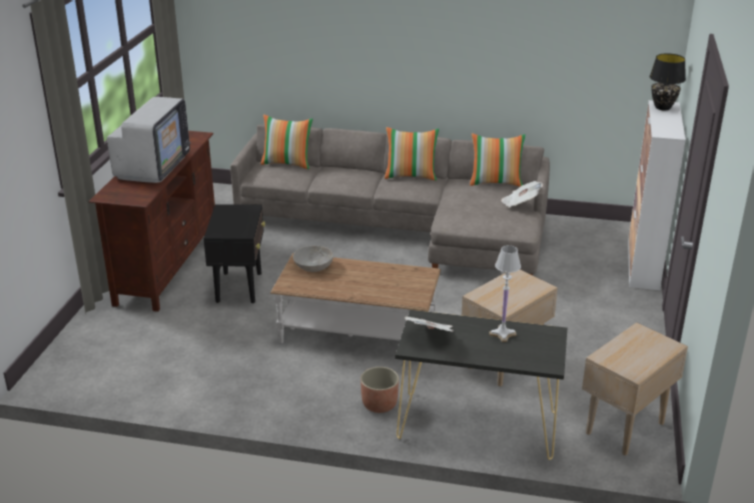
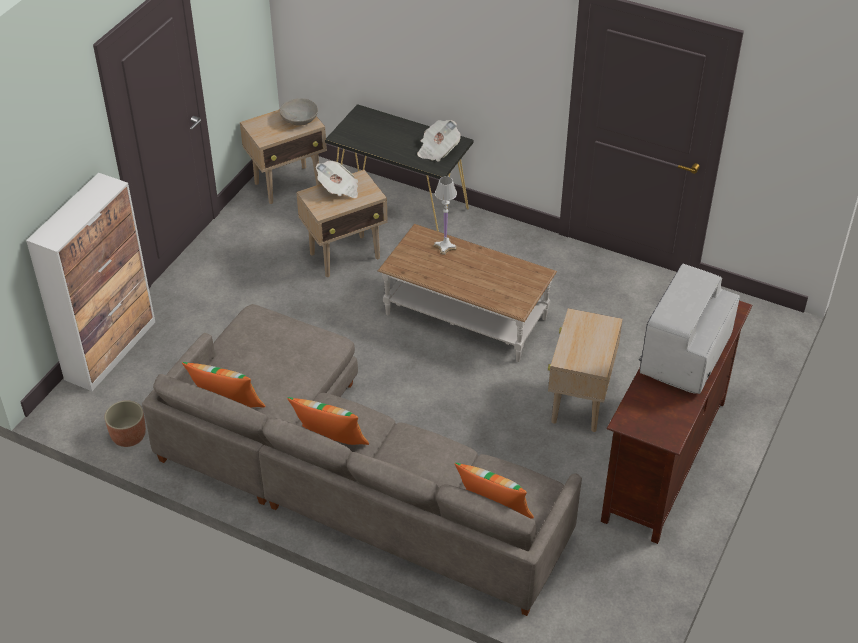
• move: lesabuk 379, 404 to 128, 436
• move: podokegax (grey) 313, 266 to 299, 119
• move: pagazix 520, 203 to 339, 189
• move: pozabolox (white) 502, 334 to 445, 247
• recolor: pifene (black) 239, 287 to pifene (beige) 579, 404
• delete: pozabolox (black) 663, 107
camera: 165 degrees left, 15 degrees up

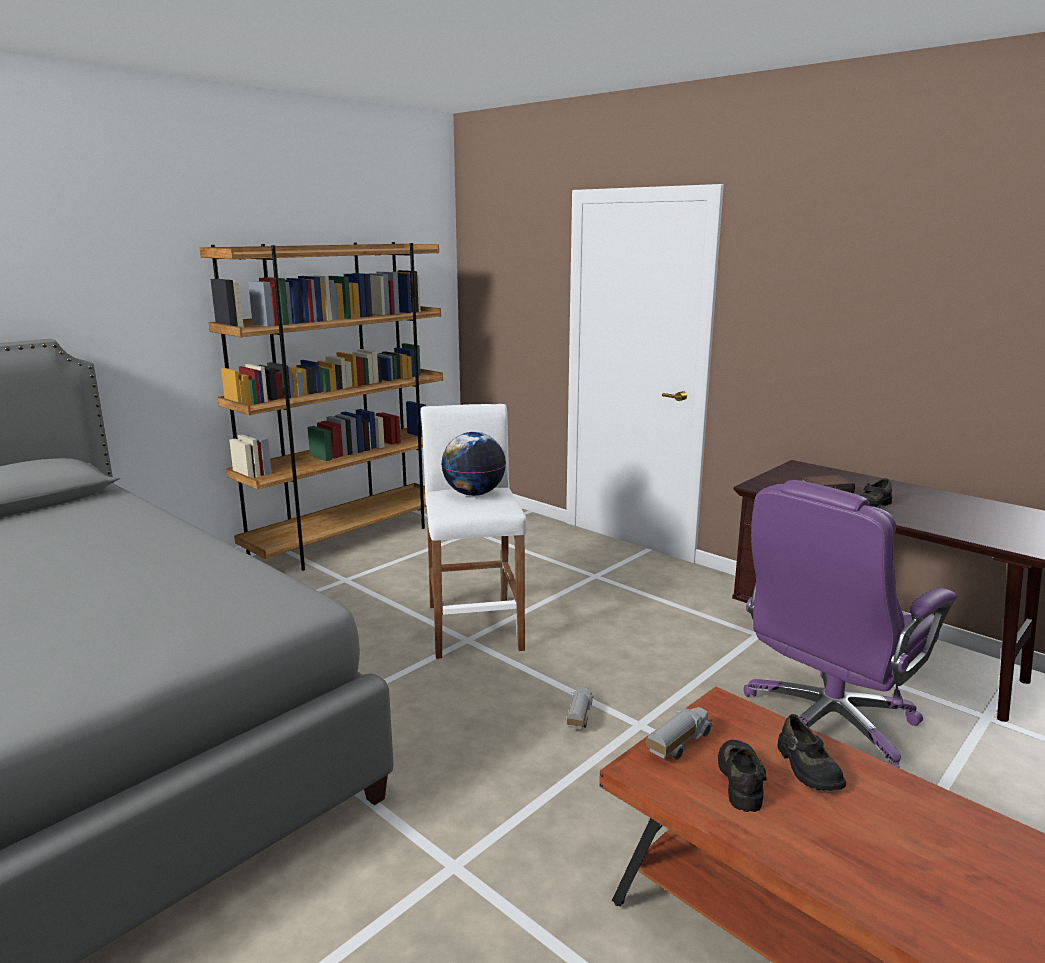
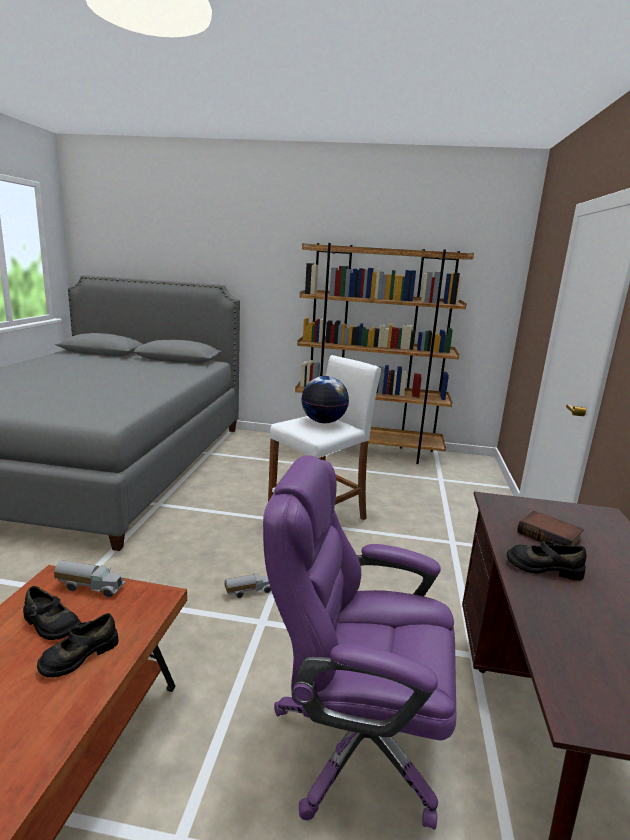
• rotate: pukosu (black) 742, 780 = 50, 624 60 degrees clockwise
camera: 55 degrees right, 0 degrees up

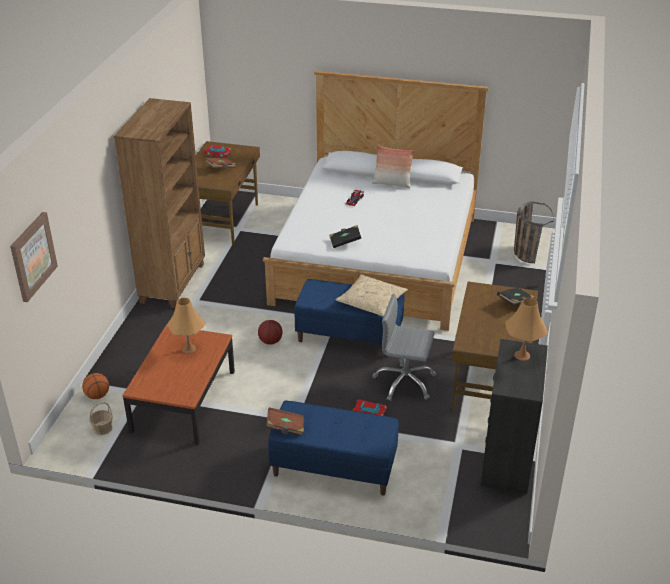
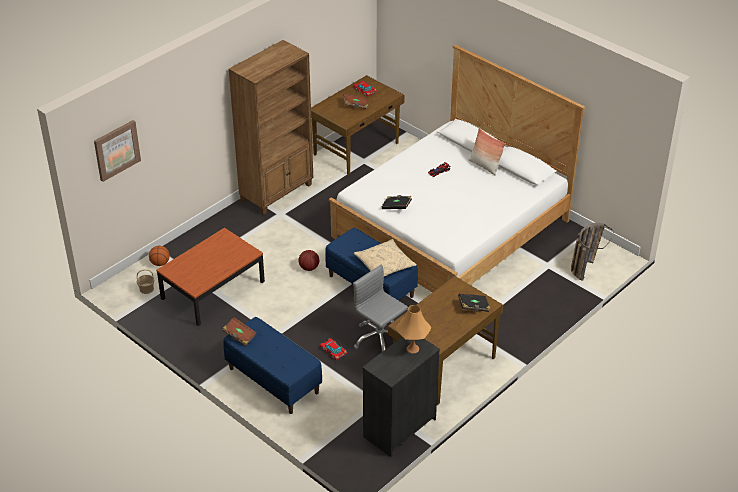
• delete: pozabolox (orange) 189, 348
camera: 30 degrees right, 5 degrees up

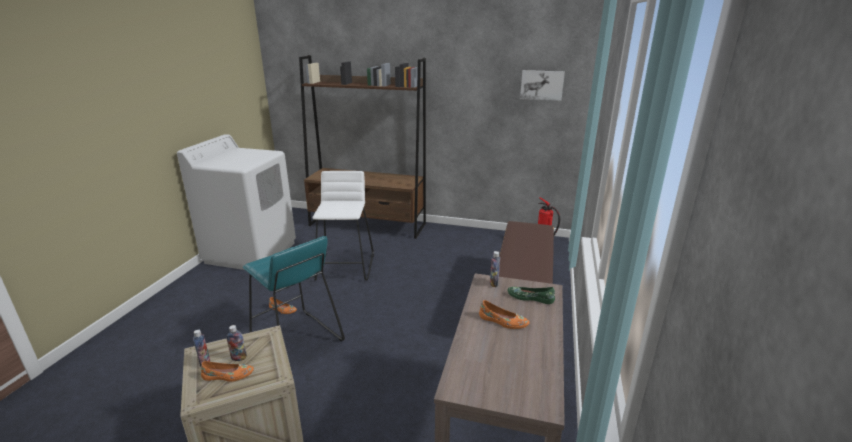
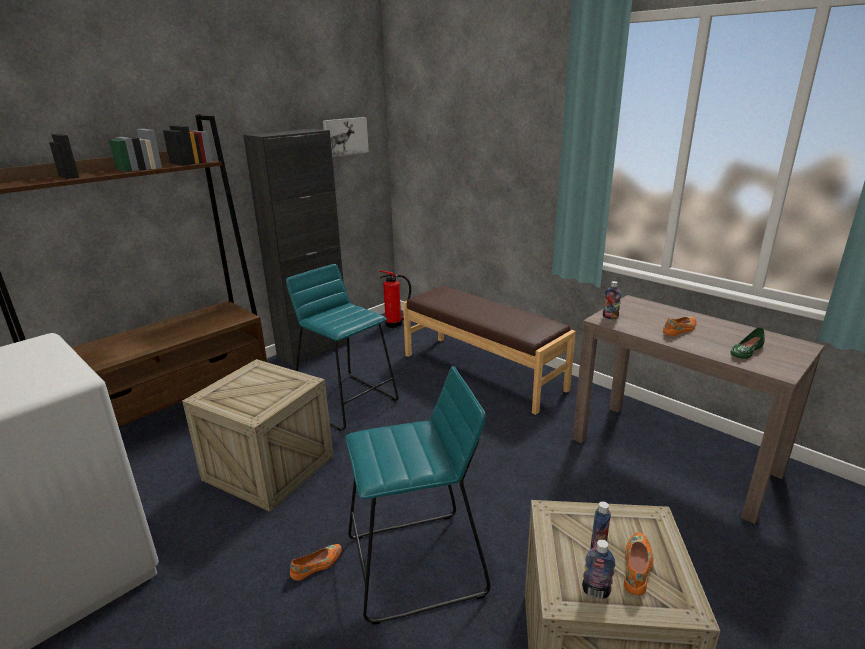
• replace: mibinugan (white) 346, 267 to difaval 269, 467
• insert: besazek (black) 313, 350
• insert: mibinugan (turquoise) 347, 401
• move: pukosu (green) 530, 297 to 745, 351
camera: 60 degrees left, 0 degrees up

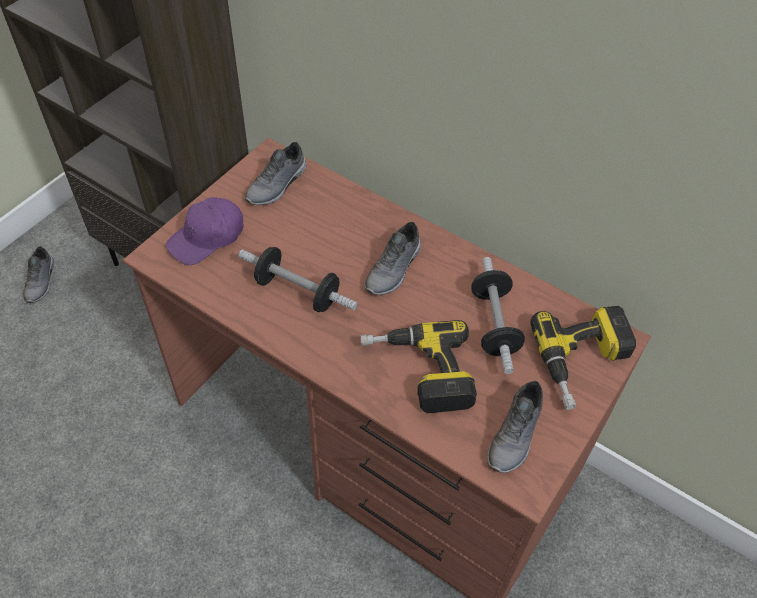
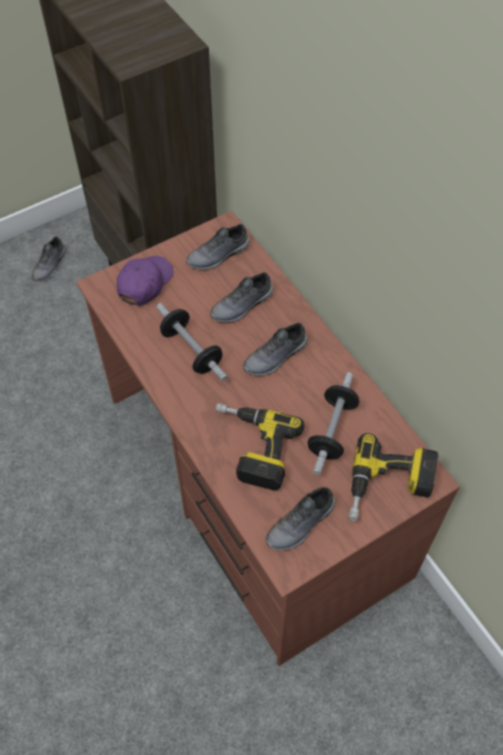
• rotate: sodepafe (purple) 207, 238 = 144, 283 135 degrees clockwise
• insert: pukosu (grey) 242, 306
camera: 25 degrees right, 5 degrees up

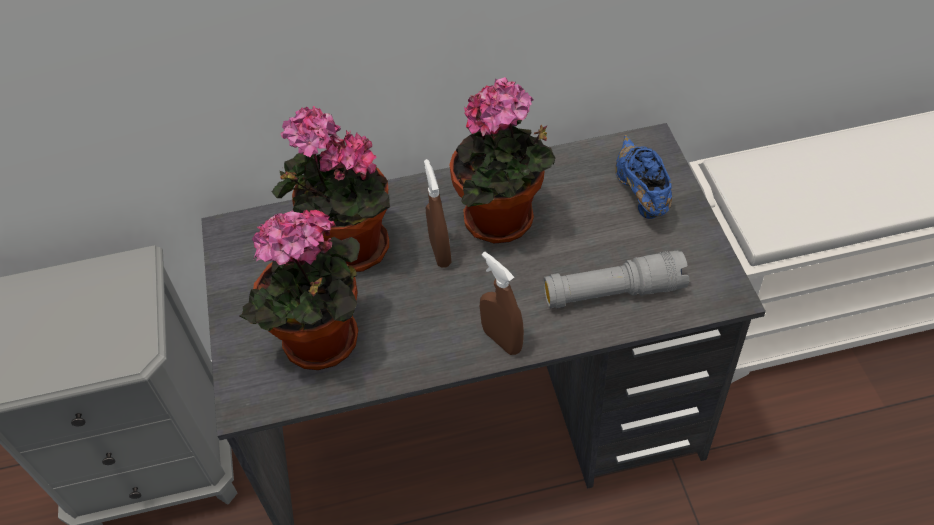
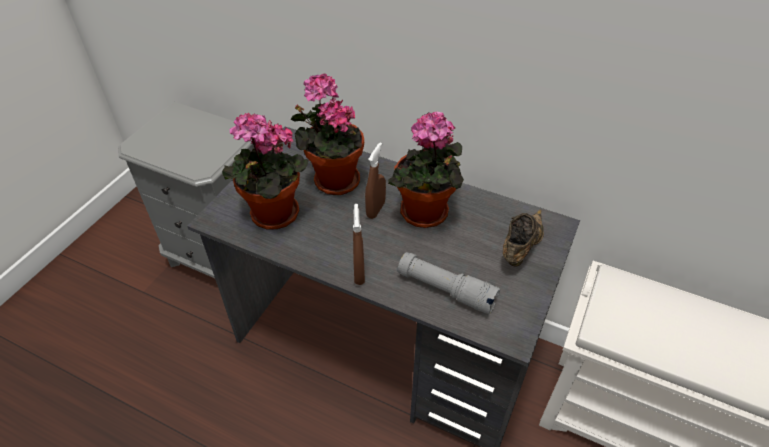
• recolor: pukosu (blue) 640, 194 to pukosu (brown) 520, 248
camera: 35 degrees right, 5 degrees down

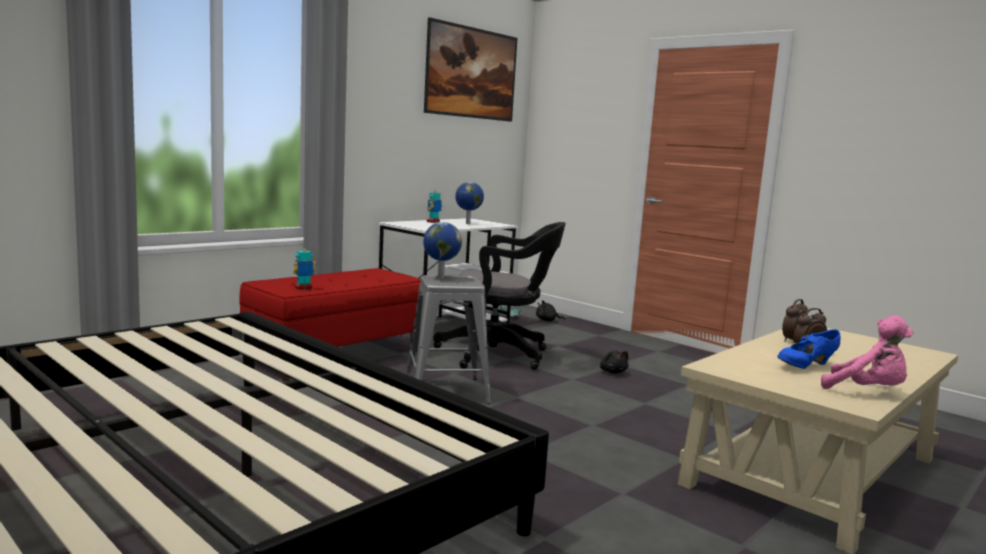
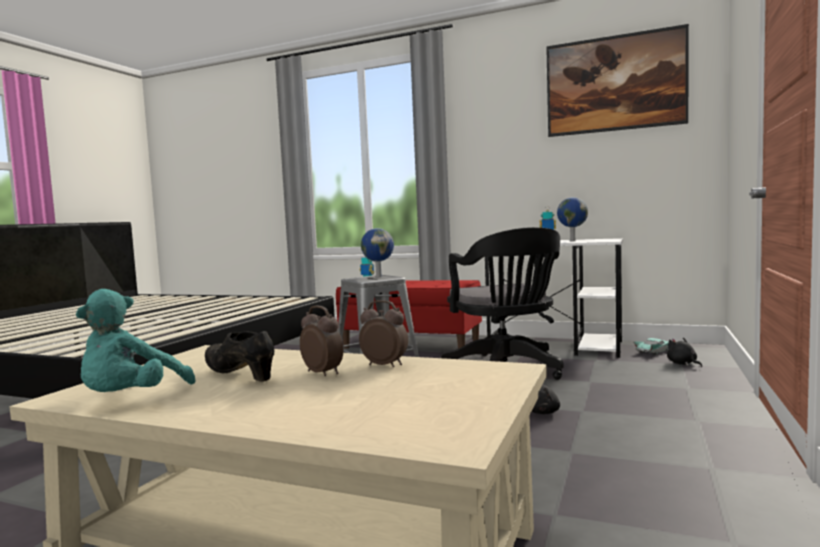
• recolor: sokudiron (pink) 867, 391 to sokudiron (turquoise) 132, 400
• recolor: pukosu (blue) 806, 366 to pukosu (black) 240, 375
camera: 70 degrees right, 5 degrees down

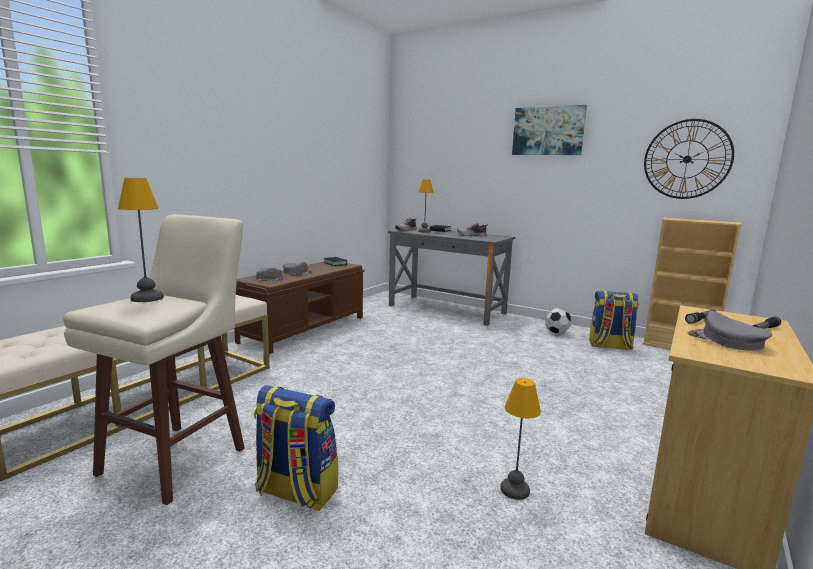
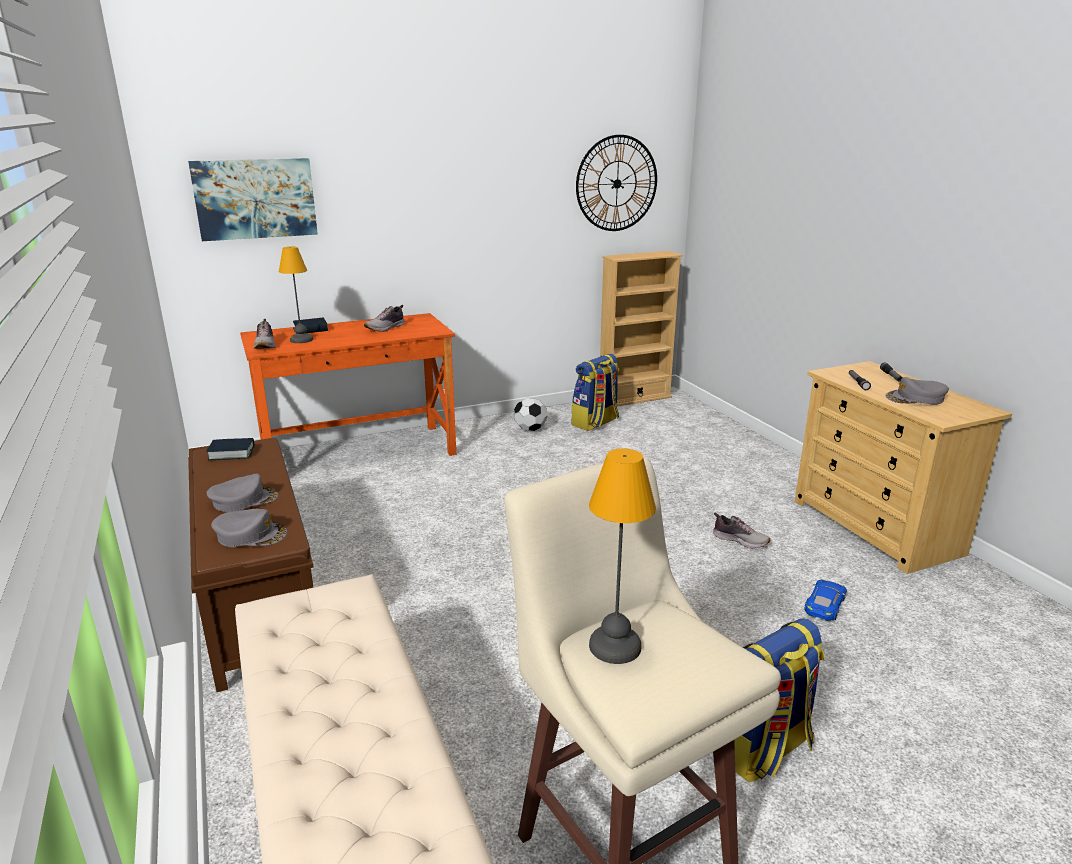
• move: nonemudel 548, 131 to 255, 199
• recolor: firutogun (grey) 446, 309 to firutogun (orange) 359, 454
• insert: pukosu 740, 540
• replace: pozabolox 514, 489 to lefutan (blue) 825, 604
camera: 55 degrees left, 10 degrees up

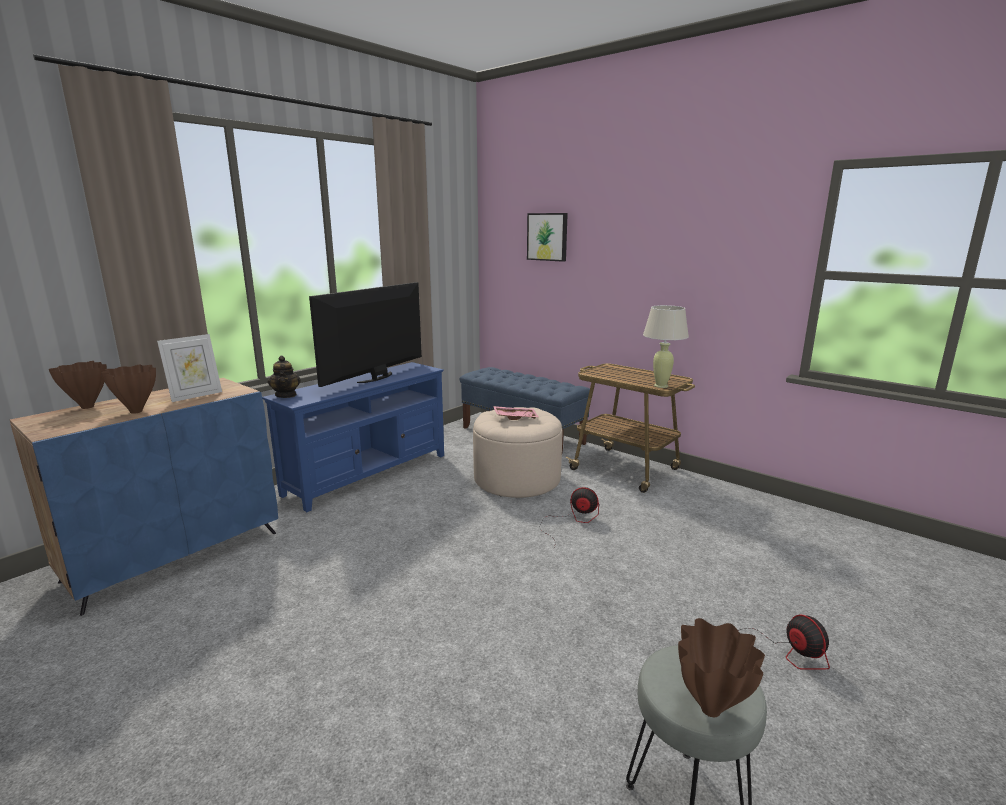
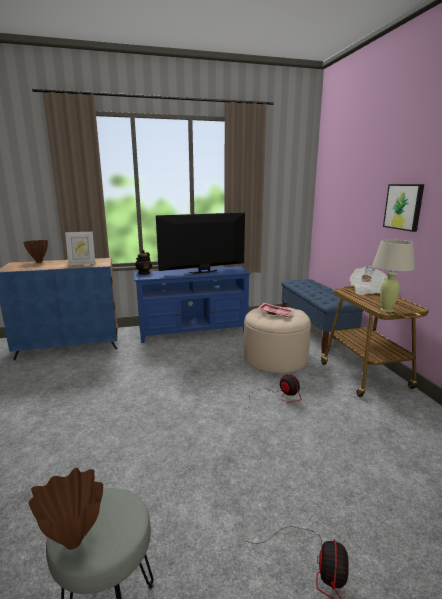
• insert: pagazix 366, 290
• move: nonemudel 547, 237 to 404, 207
• delete: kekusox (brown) 137, 411
camera: 35 degrees right, 0 degrees up

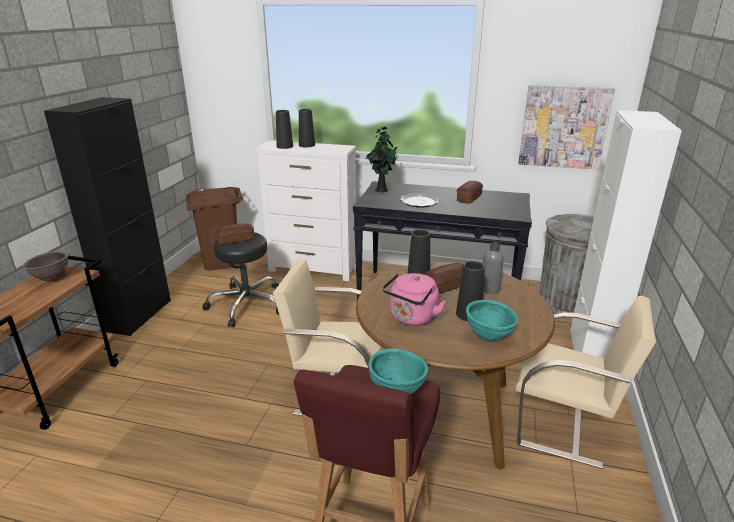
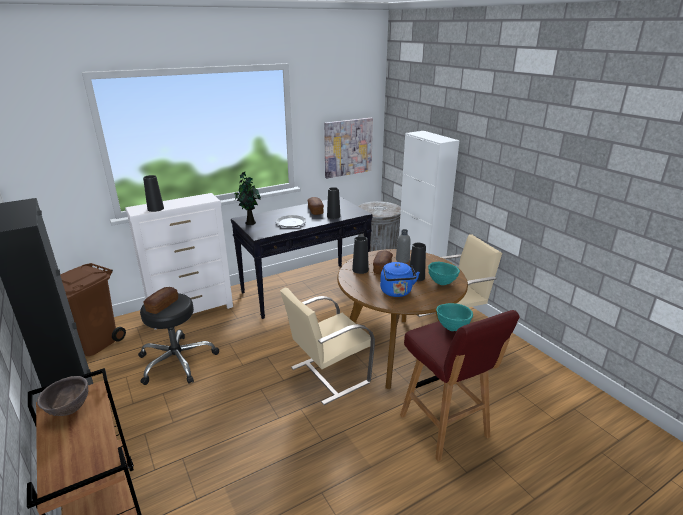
• move: kekusox (black) 307, 145 to 333, 216
• recolor: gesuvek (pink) 412, 318 to gesuvek (blue) 397, 292
camera: 45 degrees left, 0 degrees up

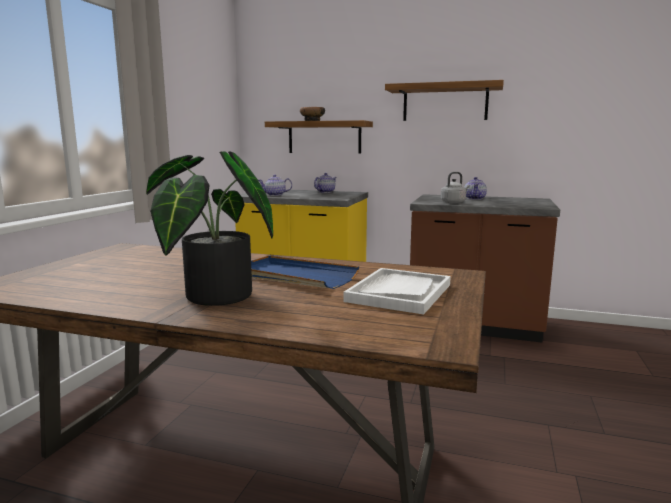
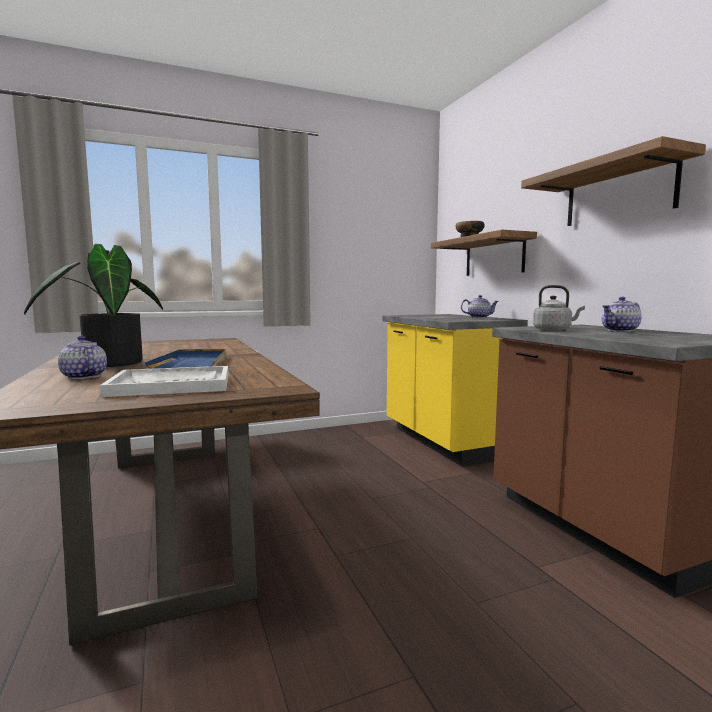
• move: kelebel 275, 195 to 83, 376
camera: 50 degrees right, 5 degrees down

